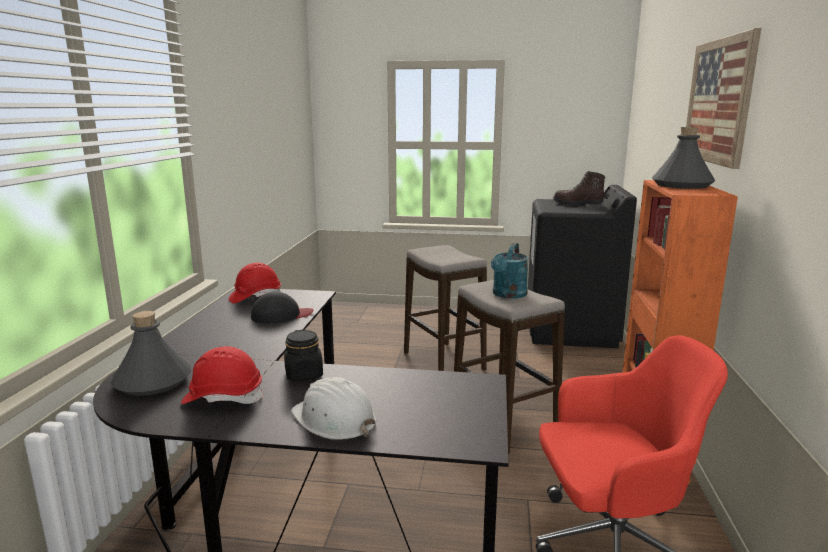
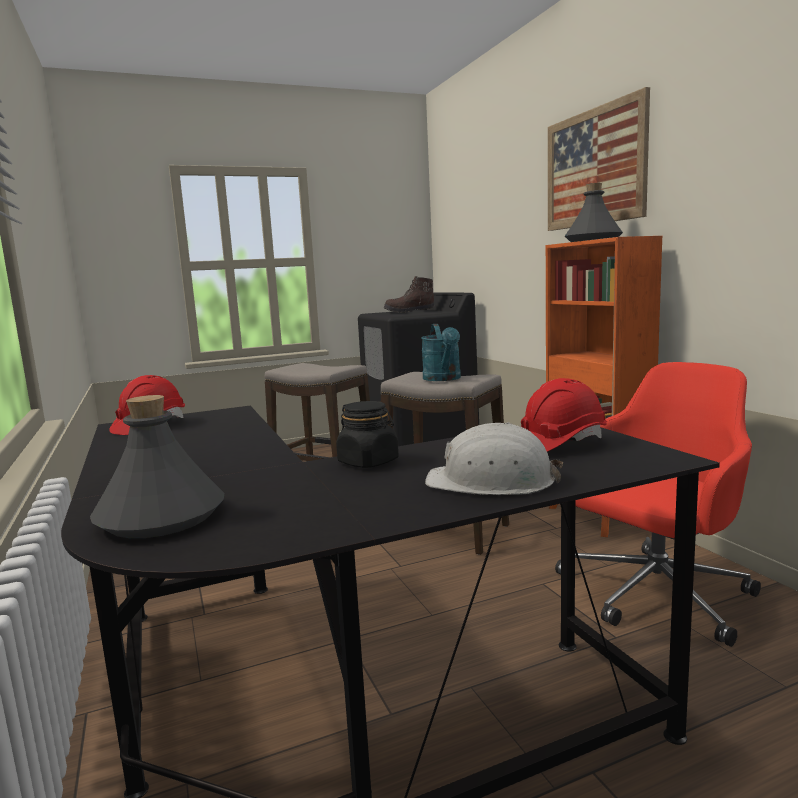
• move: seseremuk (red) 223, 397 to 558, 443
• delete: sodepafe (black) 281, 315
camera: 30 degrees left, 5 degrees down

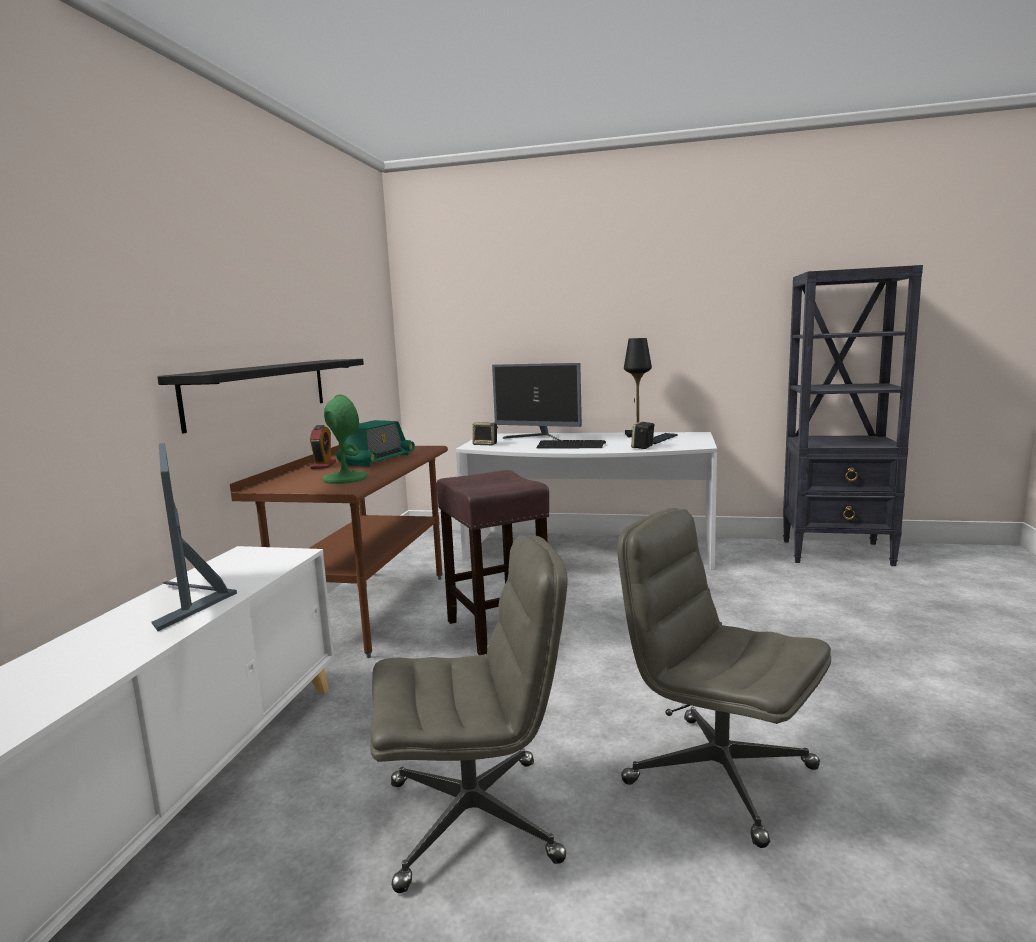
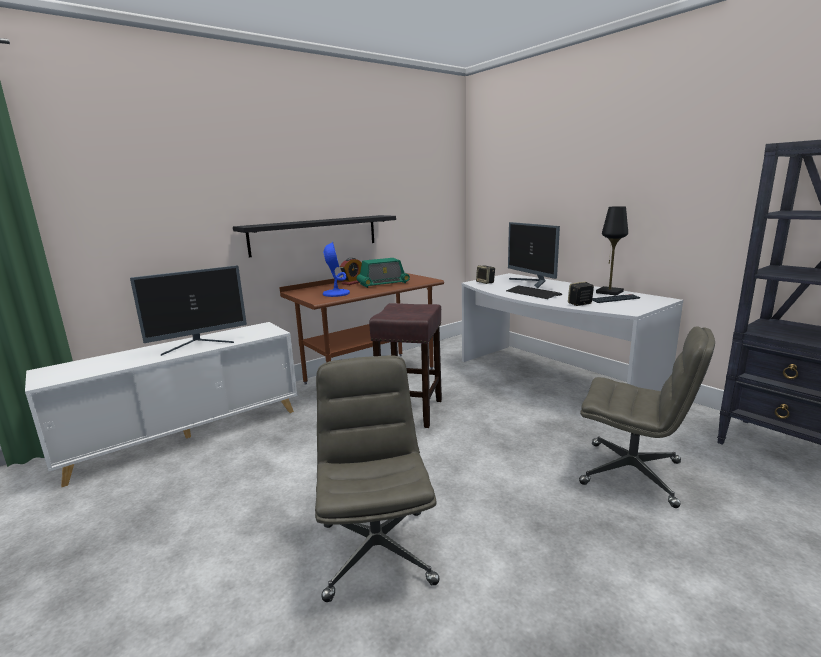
• rotate: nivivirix 193, 601 = 199, 345 135 degrees counterclockwise
• recolor: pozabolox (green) 345, 479 to pozabolox (blue) 336, 293
• move: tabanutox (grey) 474, 819 to 632, 473
camera: 40 degrees right, 5 degrees up

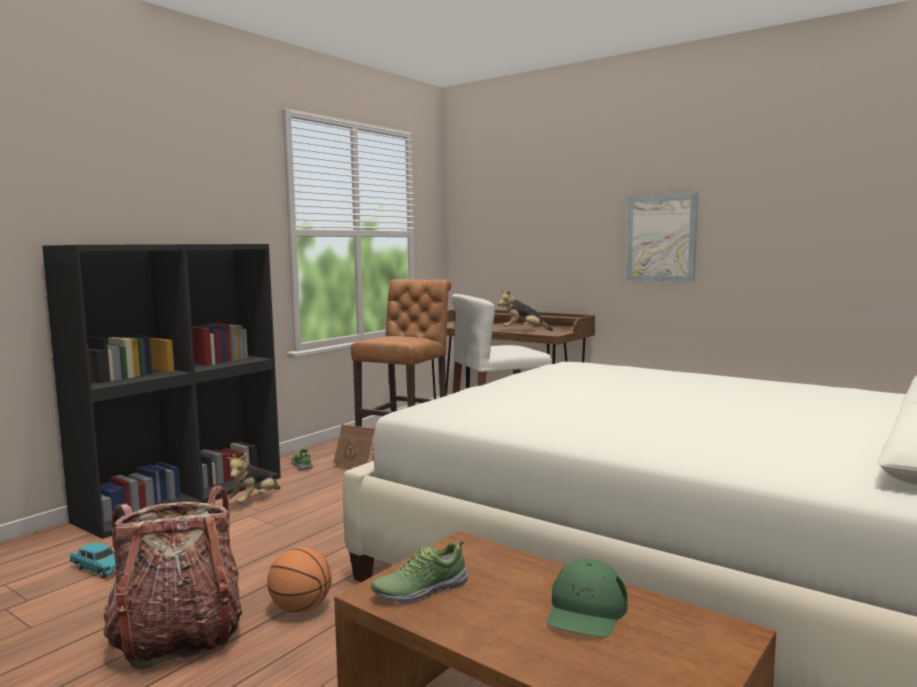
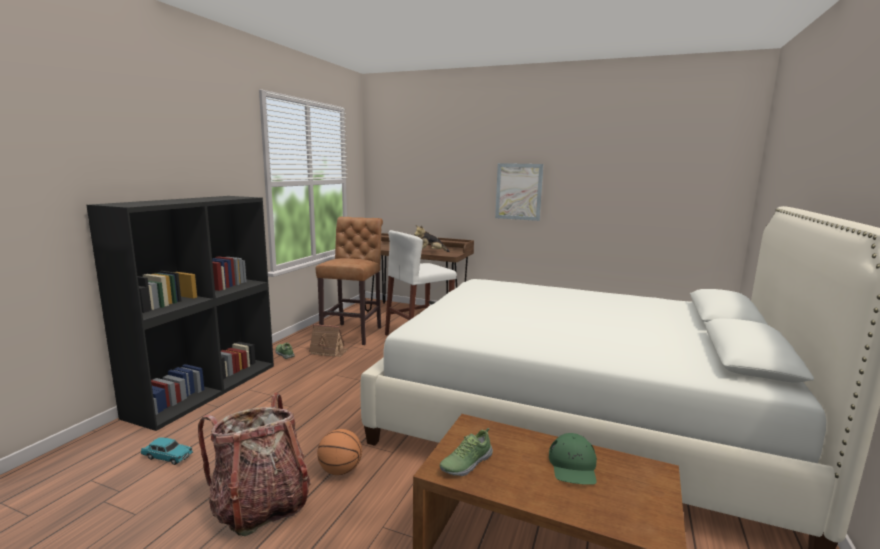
• delete: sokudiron 254, 500
camera: 15 degrees left, 5 degrees up

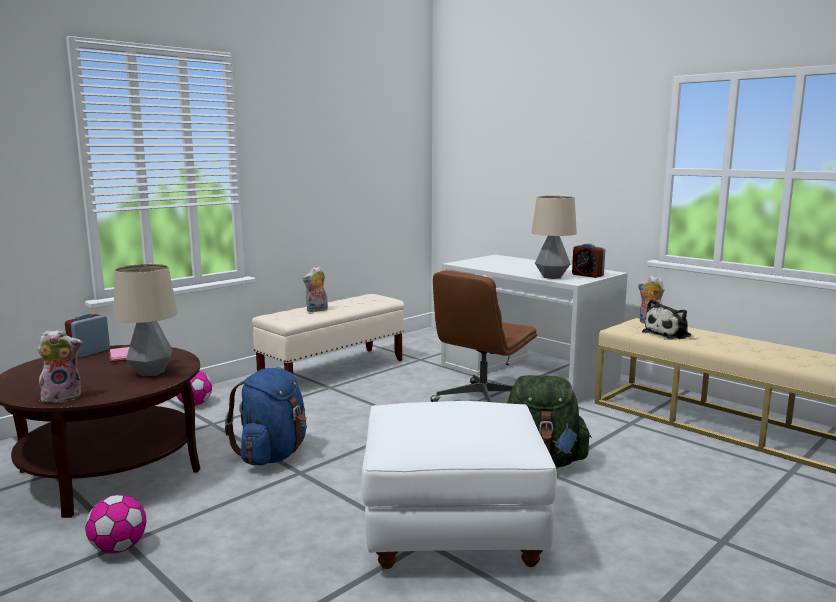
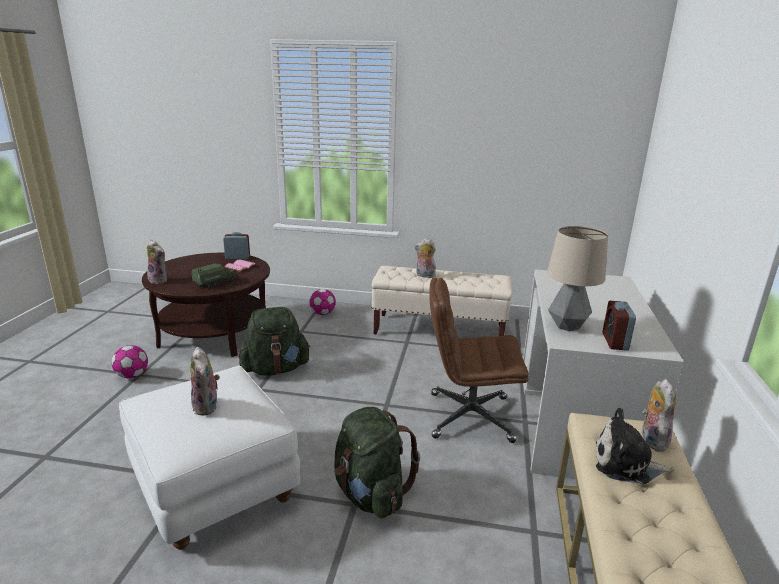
• insert: sokudiron 207, 407
• replace: pozabolox 151, 372 to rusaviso 216, 283
• recolor: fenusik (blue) 273, 455 to fenusik (green) 275, 369
camera: 55 degrees right, 10 degrees up

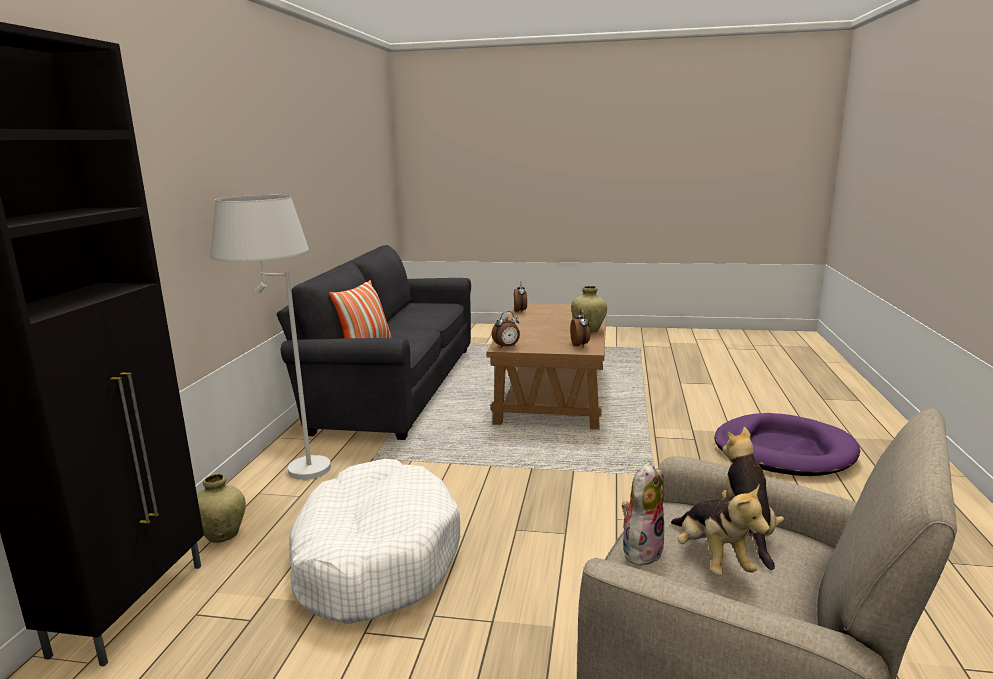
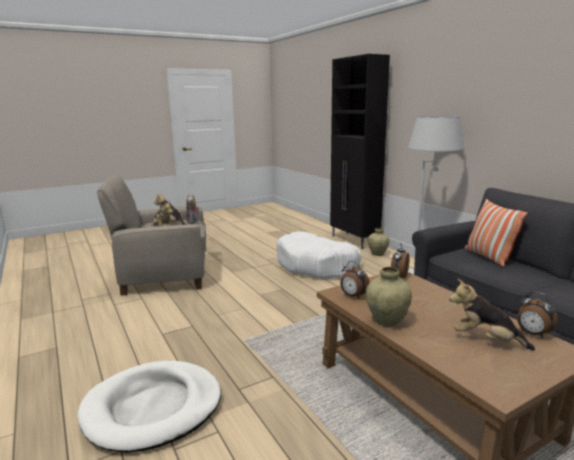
• recolor: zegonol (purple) 783, 450 to zegonol (white) 153, 408
• insert: sokudiron 486, 340
camera: 140 degrees right, 0 degrees up

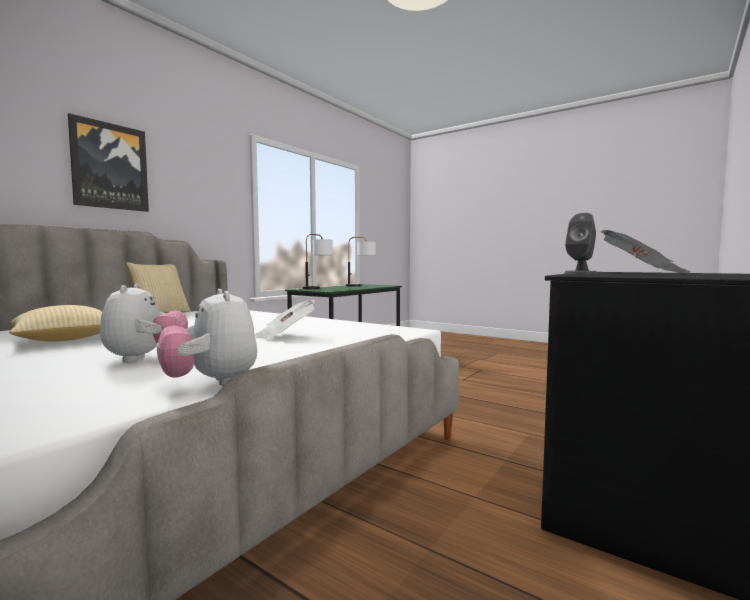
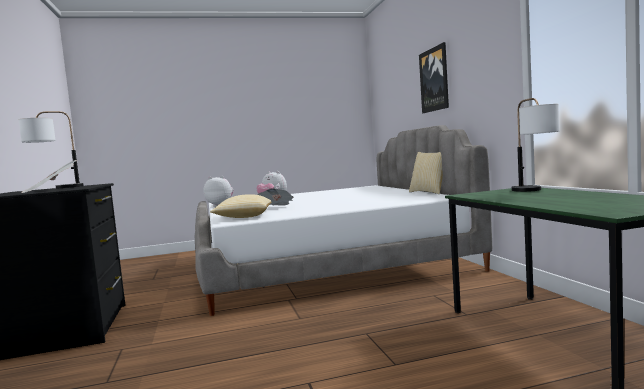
• move: pozabolox 361, 286 to 55, 188
• move: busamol 66, 340 to 243, 217
• delete: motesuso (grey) 580, 273
camera: 130 degrees right, 0 degrees up

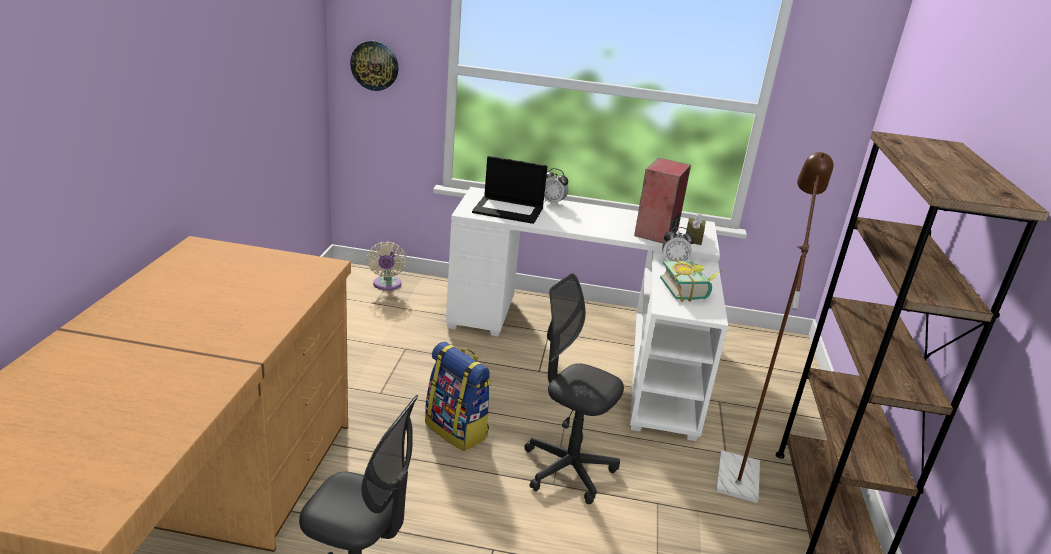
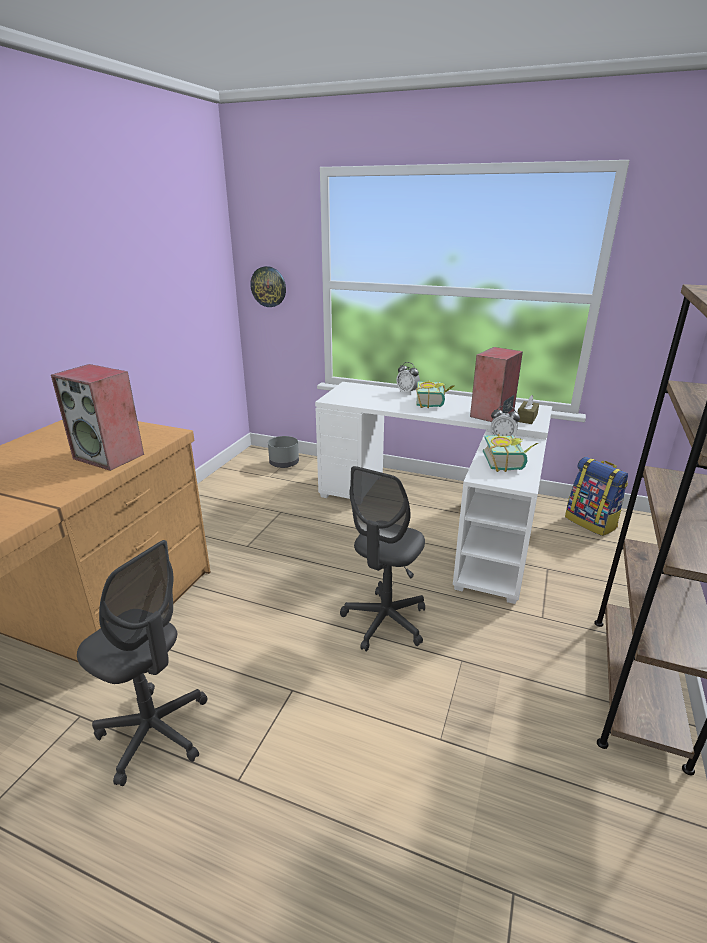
• insert: motesuso 110, 456
• replace: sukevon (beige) 387, 285 to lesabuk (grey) 284, 463
• rotate: tabanutox (grey) 568, 469 = 385, 622 105 degrees counterclockwise
• insert: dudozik 434, 403
• move: fenusik 457, 430 to 591, 523
• delete: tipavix 509, 210
• delete: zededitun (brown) 738, 469
camera: 15 degrees right, 0 degrees up

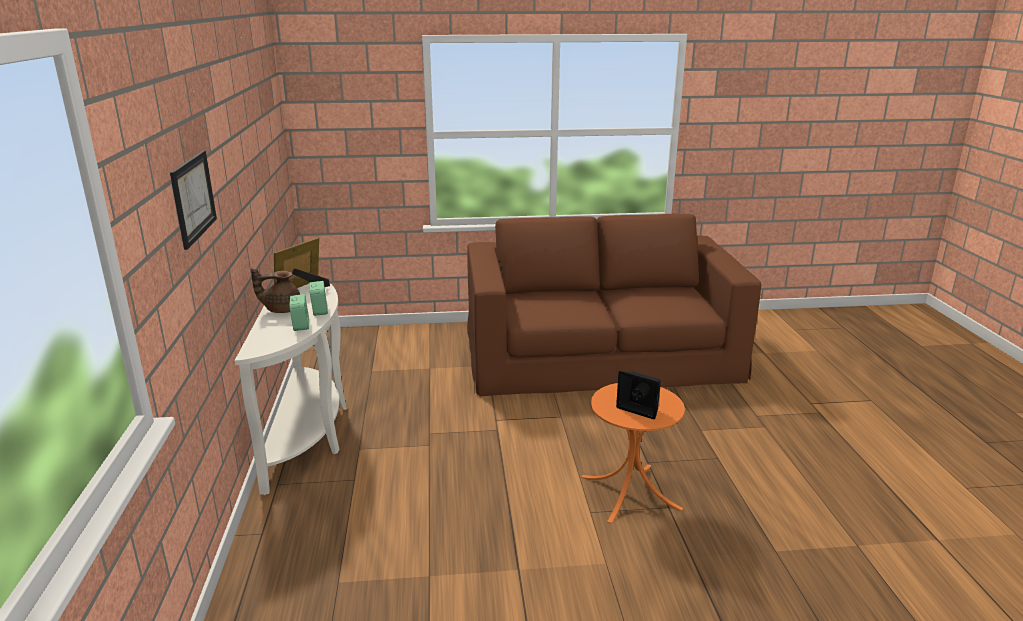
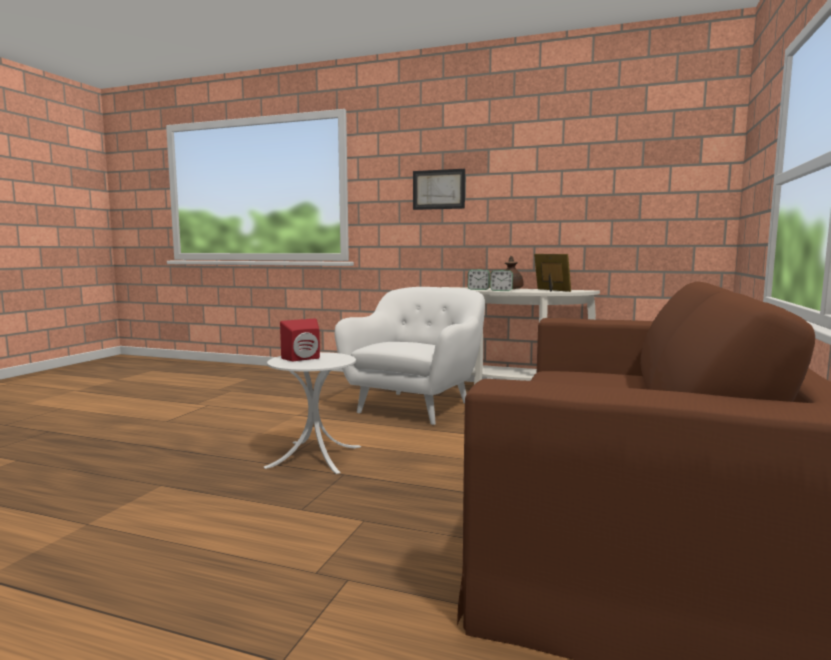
• recolor: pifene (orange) 630, 492 to pifene (white) 314, 456
• recolor: motesuso (black) 640, 408 to motesuso (red) 303, 359
• insert: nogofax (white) 416, 406
camera: 115 degrees right, 15 degrees down

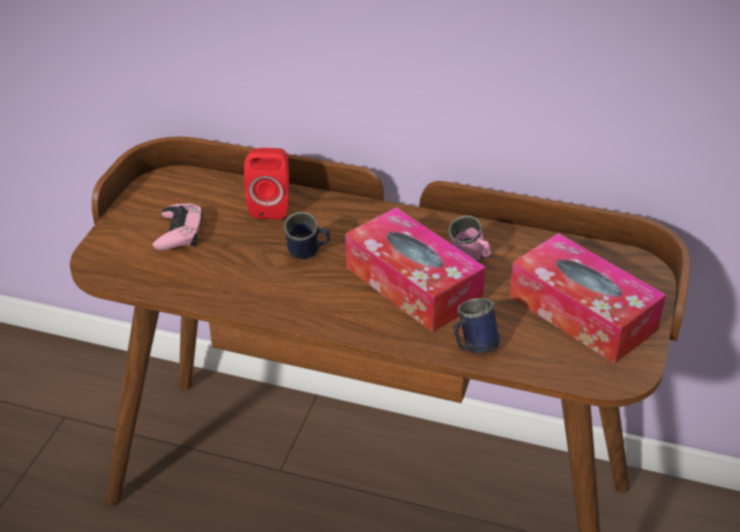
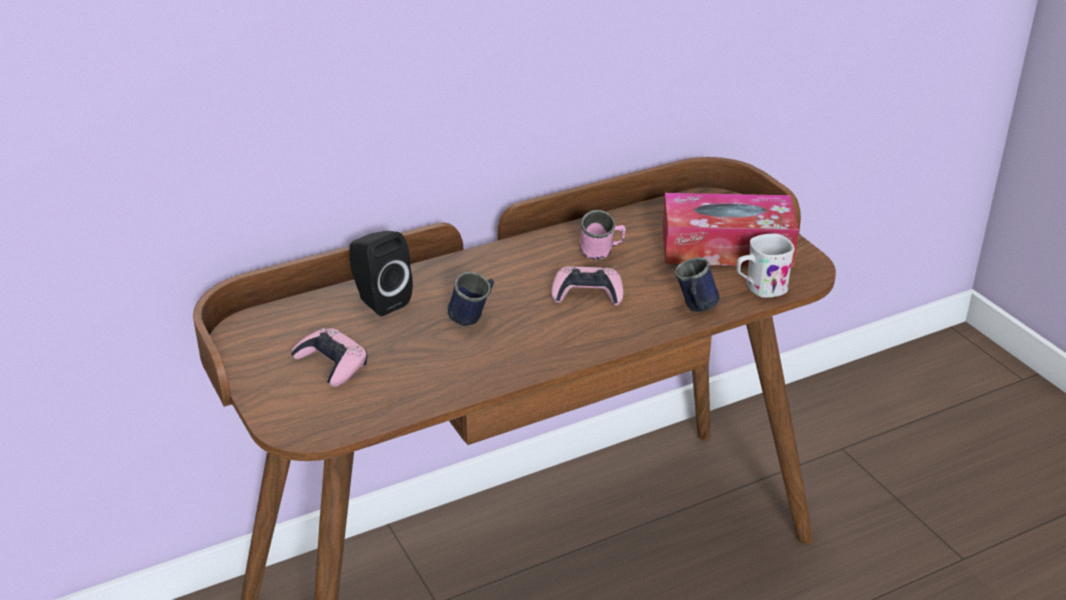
• recolor: motesuso (red) 271, 206 to motesuso (black) 379, 301
• replace: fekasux 412, 284 to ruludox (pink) 587, 293
• insert: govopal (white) 760, 288
camera: 45 degrees left, 5 degrees down

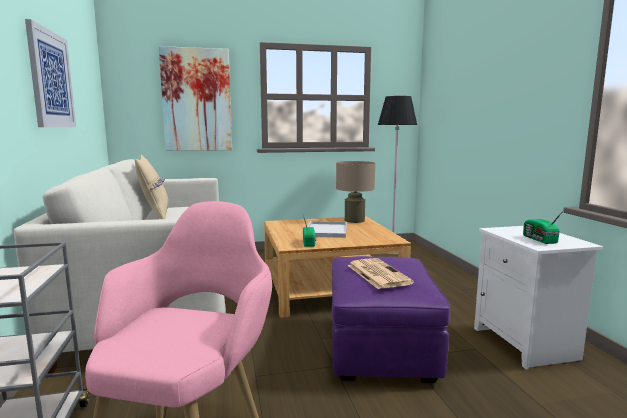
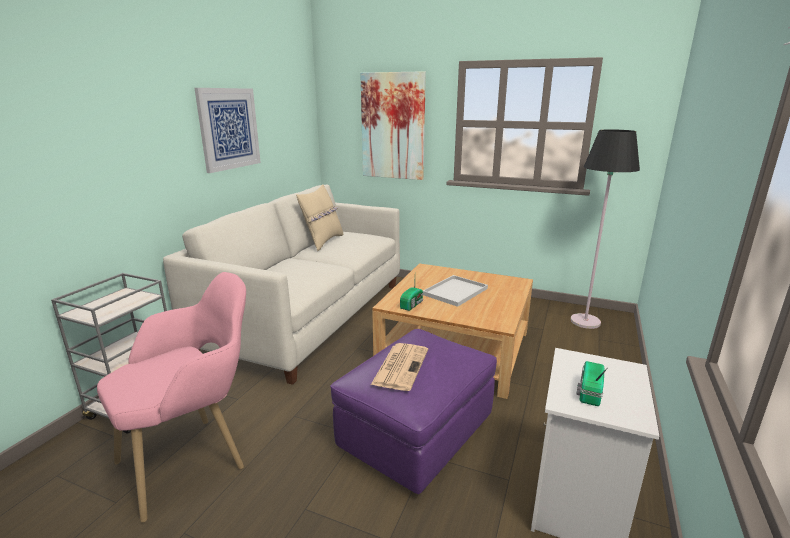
• delete: pozabolox (beige) 354, 220
camera: 35 degrees right, 10 degrees up

